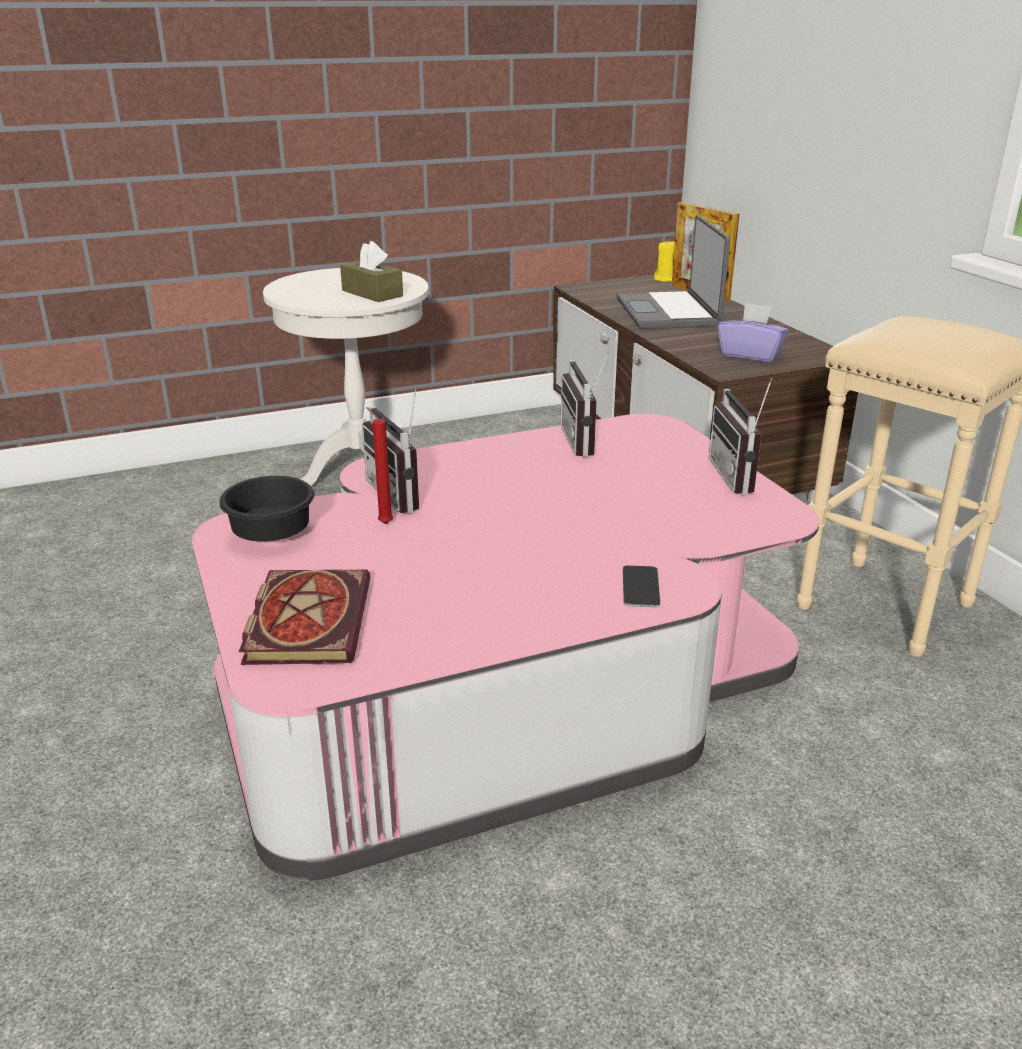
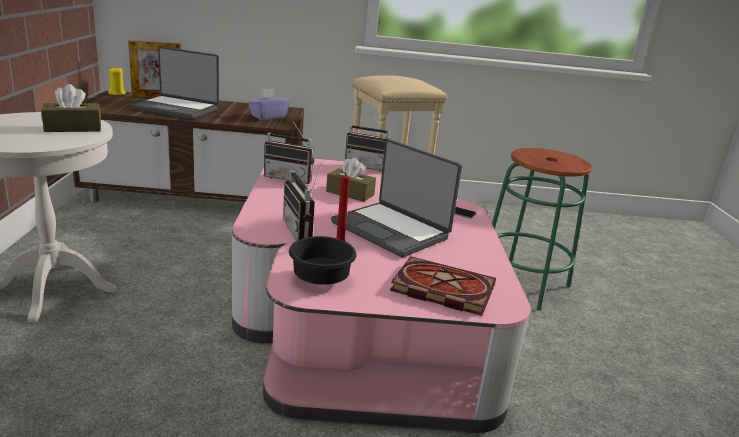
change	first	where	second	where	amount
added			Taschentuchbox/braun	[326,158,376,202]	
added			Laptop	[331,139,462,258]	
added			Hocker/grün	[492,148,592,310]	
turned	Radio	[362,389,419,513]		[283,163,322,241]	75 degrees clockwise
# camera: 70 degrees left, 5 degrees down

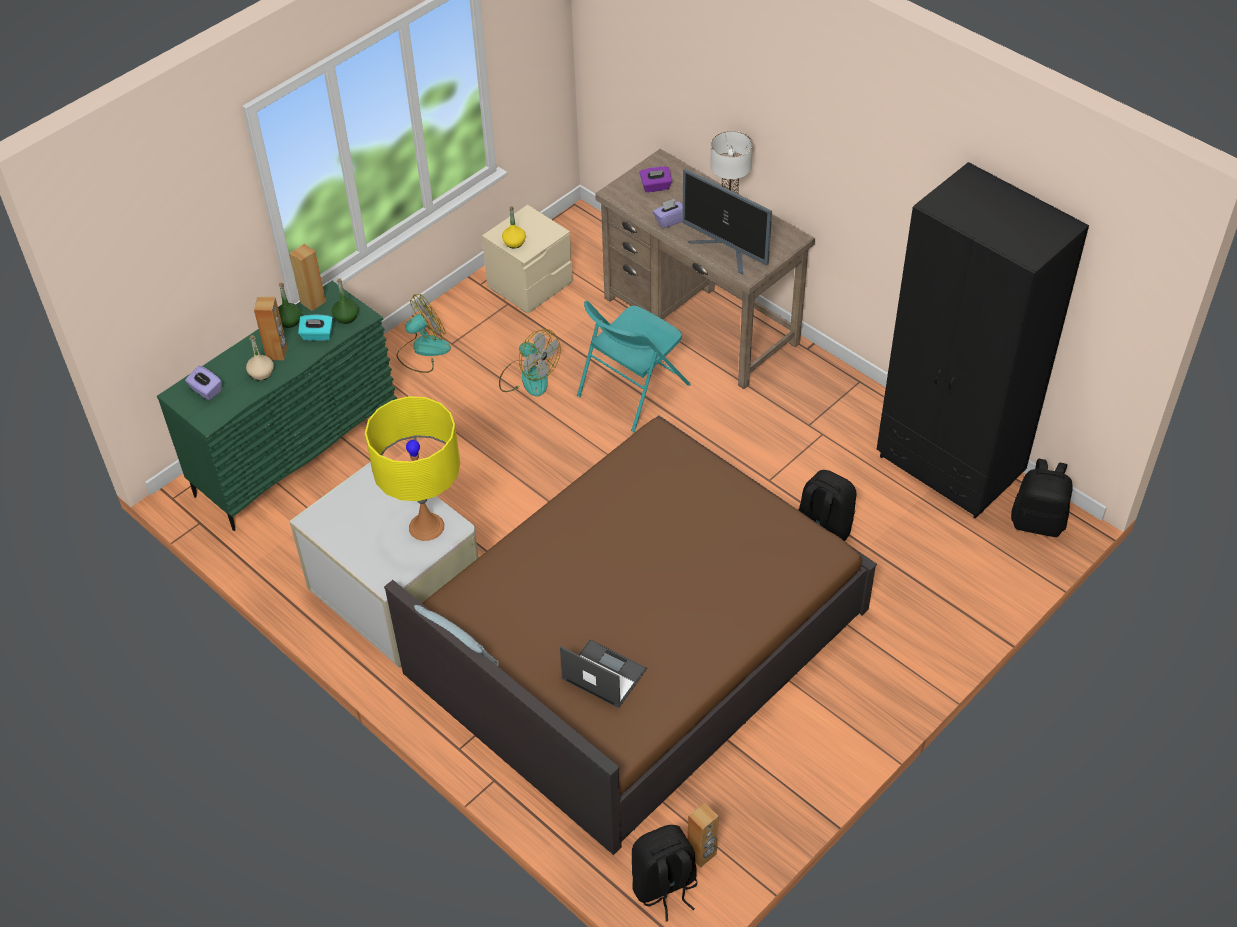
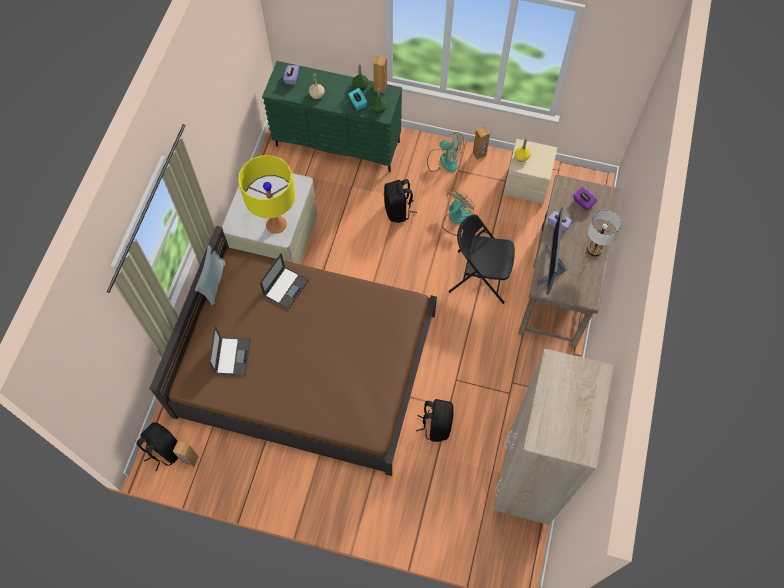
change	first	where	second	where	amount
added			Laptop	[260,253,309,310]	
moved	Lautsprecher/braun	[254,297,287,361]		[473,127,490,160]	
moved	Rucksack/schwarz	[1011,459,1073,537]		[384,179,417,223]	
recoloured	Stuhl/türkis	[577,301,691,433]	Stuhl/schwarz	[449,214,515,304]	
recoloured	Kleiderschrank/schwarz	[877,162,1089,518]	Kleiderschrank/beige	[493,349,614,525]	
turned	Ventilator	[499,329,561,397]		[442,188,475,236]	150 degrees counterclockwise
# camera: 60 degrees right, 15 degrees up

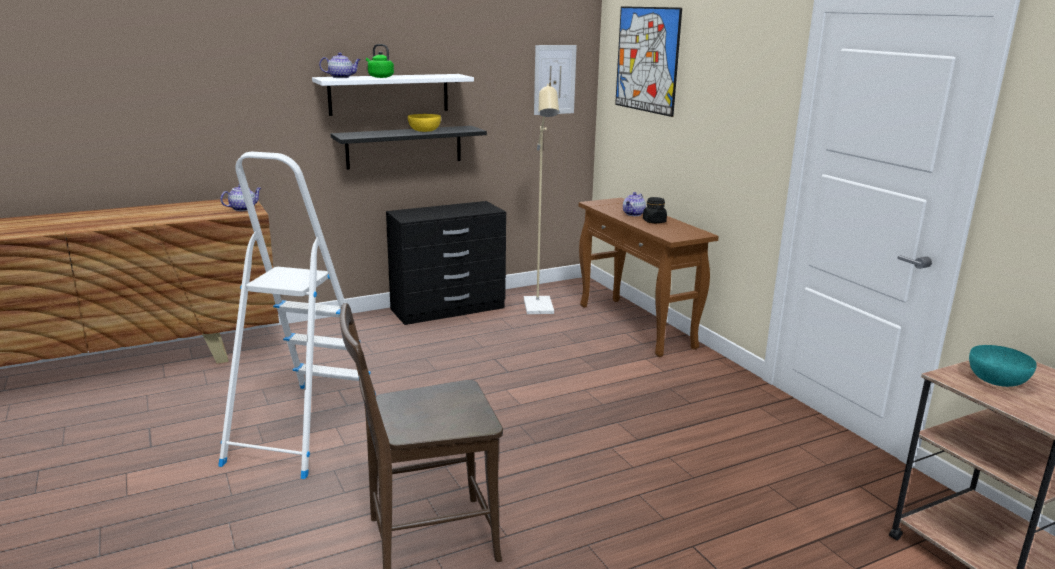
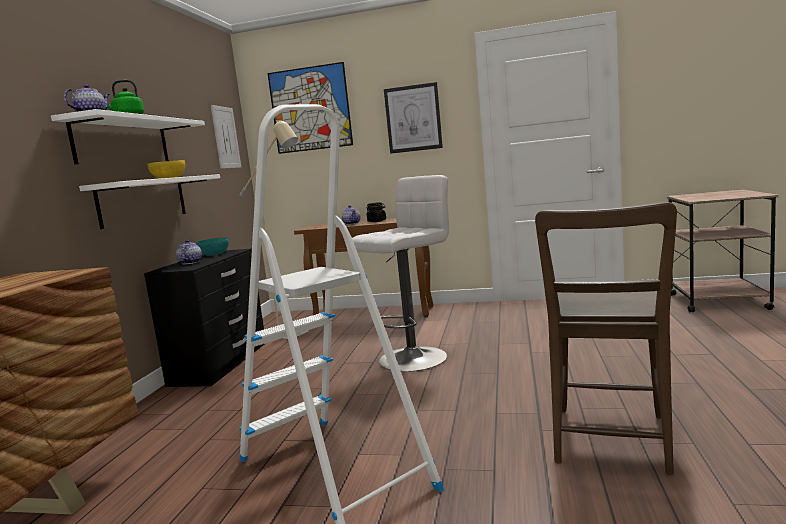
change	first	where	second	where	amount
added			Hocker/weiß	[352,175,449,372]	
added			Bild	[384,82,443,154]	
moved	Teekanne	[220,184,261,211]		[176,240,202,265]	
moved	Schüssel/türkis	[969,345,1037,387]		[196,238,229,255]	
recoloured	Wandregal/schwarz	[331,126,487,169]	Wandregal/weiß	[79,174,220,229]	
# camera: 50 degrees left, 10 degrees down

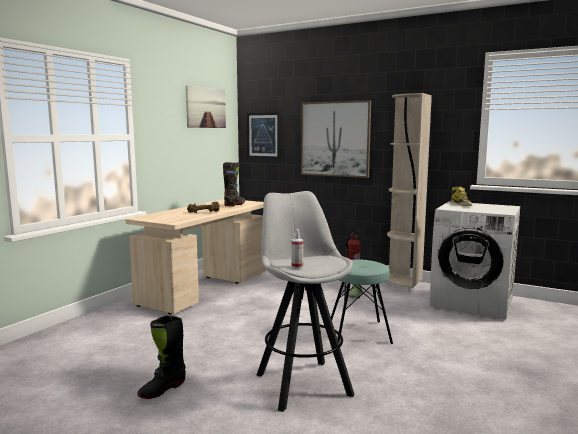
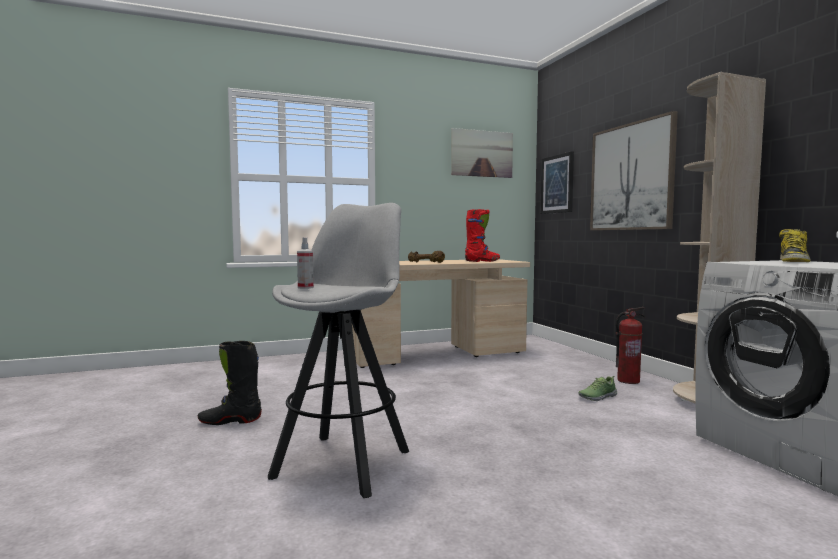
change	first	where	second	where	amount
removed	Hocker/türkis	[331,260,393,344]			
recoloured	Stiefel/schwarz	[223,162,245,207]	Stiefel/rot	[465,209,500,262]	
# camera: 40 degrees right, 5 degrees down

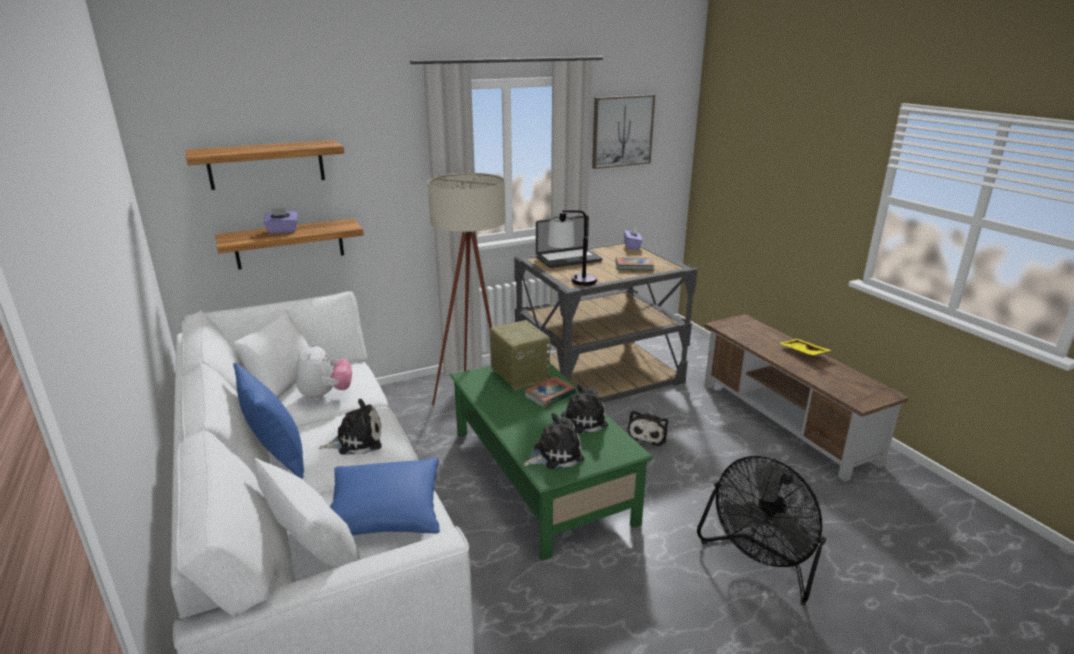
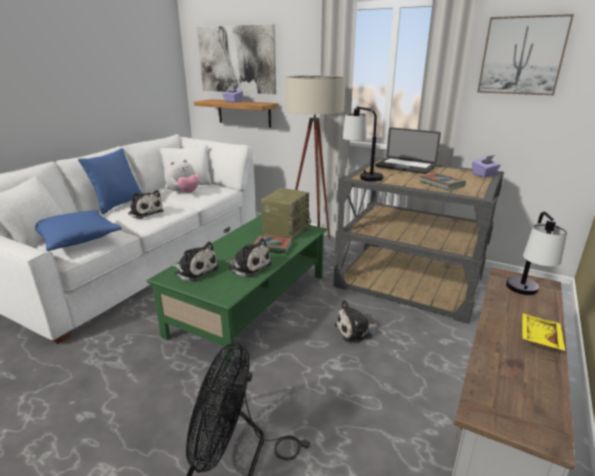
change	first	where	second	where	amount
added			Tischlampe	[506,212,567,295]	
replaced	Wandregal	[186,140,344,190]	Bild	[197,24,276,94]	
# camera: 55 degrees right, 0 degrees up

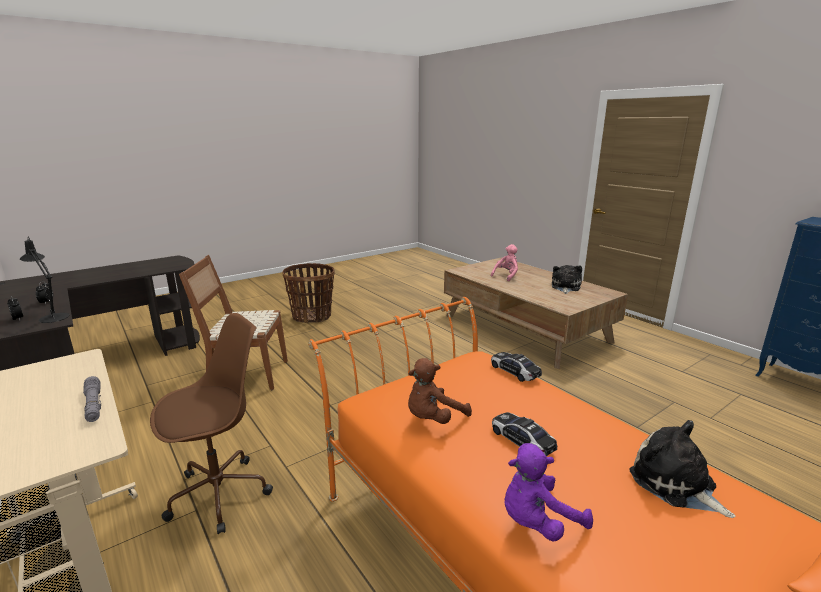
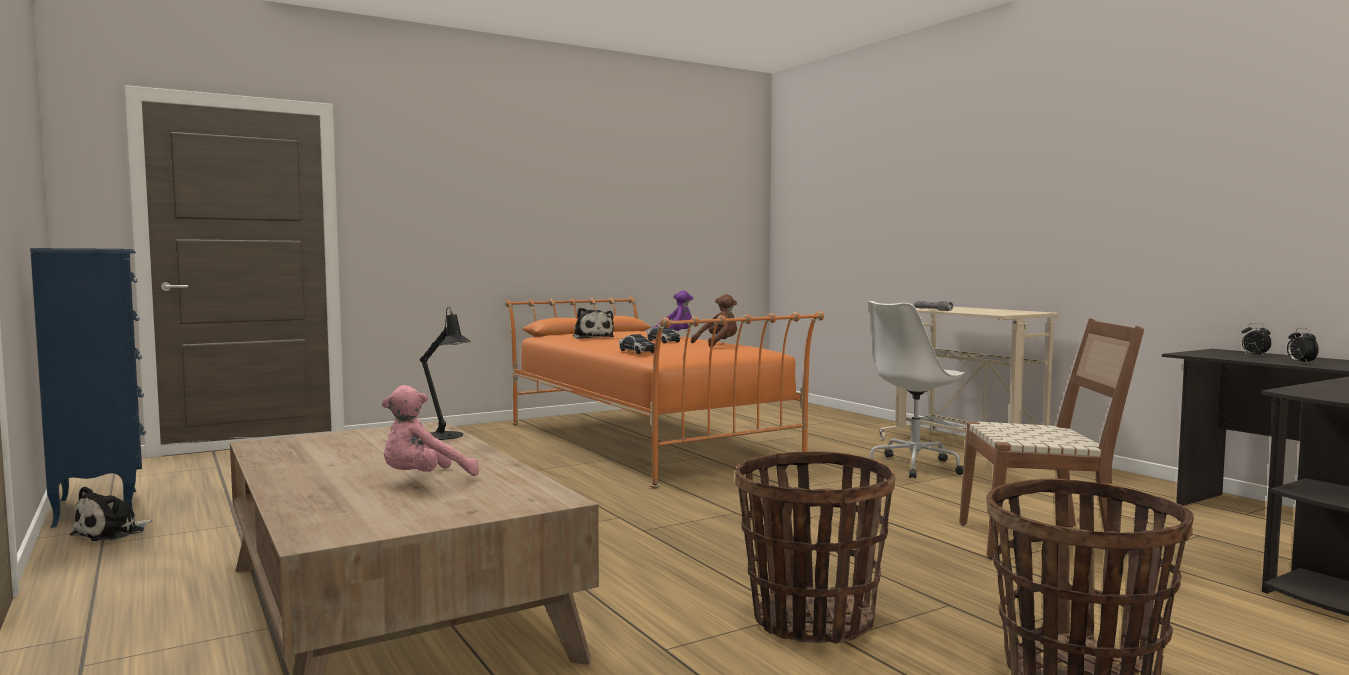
change	first	where	second	where	amount
added			Korb	[735,451,896,644]	
moved	Tischlampe/schwarz	[20,237,69,323]		[420,307,471,440]	
moved	Plüschtier	[552,265,582,294]		[70,486,153,541]	
recoloured	Bürostuhl/braun	[150,313,273,534]	Bürostuhl/weiß	[868,301,966,479]	
# camera: 175 degrees left, 15 degrees down

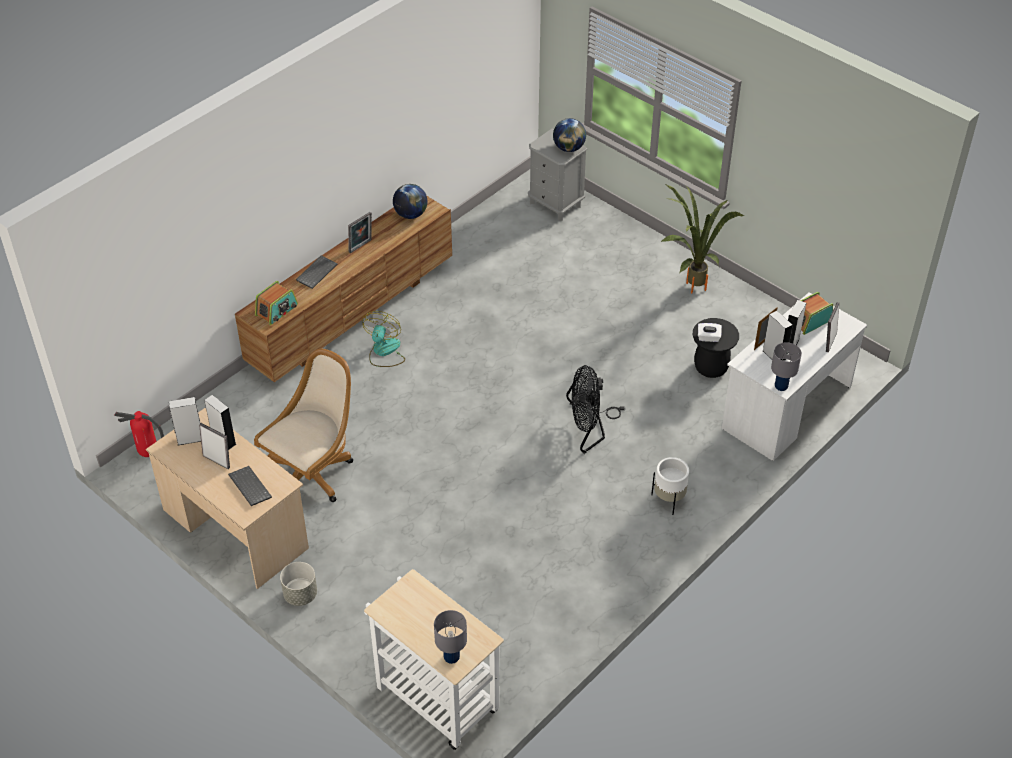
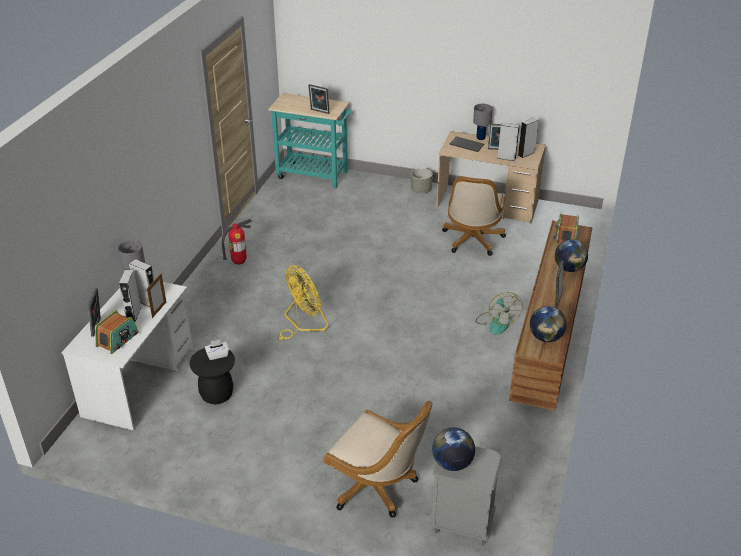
change	first	where	second	where	amount
removed	Pflanzkübel/weiß	[651,457,689,515]			
removed	Topfpflanze	[661,184,744,293]			
added			Bilderrahmen	[308,84,330,114]	
added			Bürostuhl	[324,401,432,518]	
moved	Feuerlöscher	[114,411,164,457]		[222,219,252,265]	
moved	Tischlampe/grau	[434,610,467,664]		[473,104,493,140]	
replaced	Tastatur	[296,255,337,289]	Globus	[555,239,588,272]	
recoloured	Rollwagen/weiß	[364,569,504,750]	Rollwagen/türkis	[268,93,353,188]	
recoloured	Ventilator/schwarz	[566,365,625,454]	Ventilator/gelb	[278,265,328,340]	
# camera: 155 degrees right, 10 degrees down

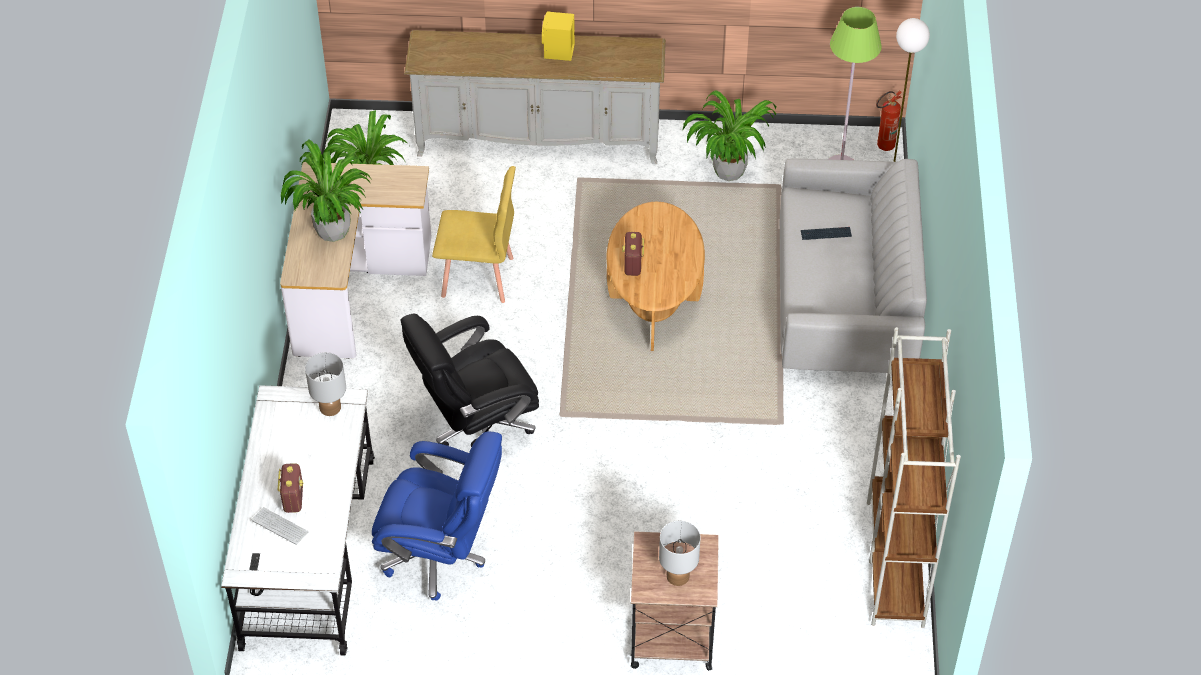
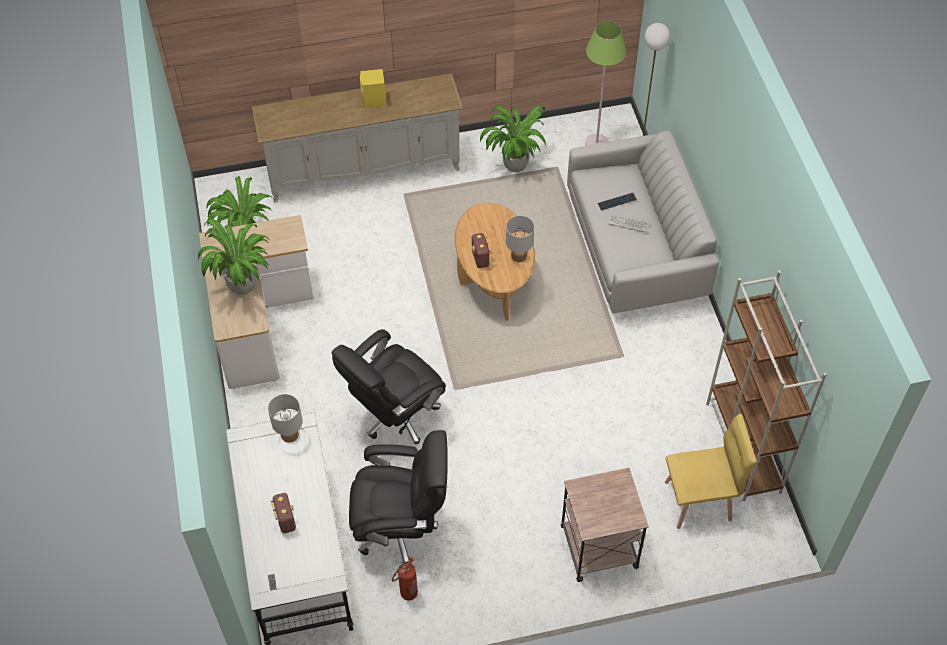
change	first	where	second	where	amount
moved	Tastatur	[251,507,309,545]		[608,214,649,232]	
moved	Stuhl/gelb	[432,166,516,303]		[665,414,757,529]	
moved	Tischlampe/grau	[659,521,700,586]		[506,216,534,262]	
moved	Feuerlöscher	[876,90,902,151]		[392,556,418,600]	
recoloured	Bürostuhl/blau	[372,432,502,600]	Bürostuhl/schwarz	[349,430,448,562]	
# camera: 15 degrees left, 5 degrees up

